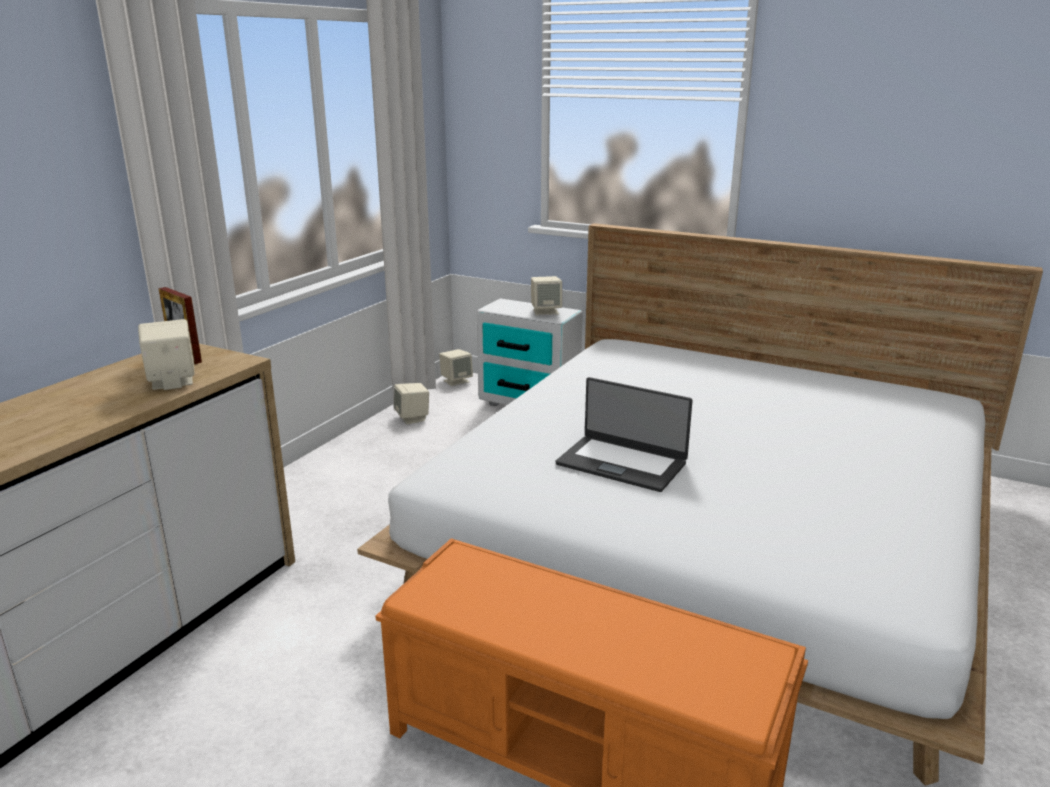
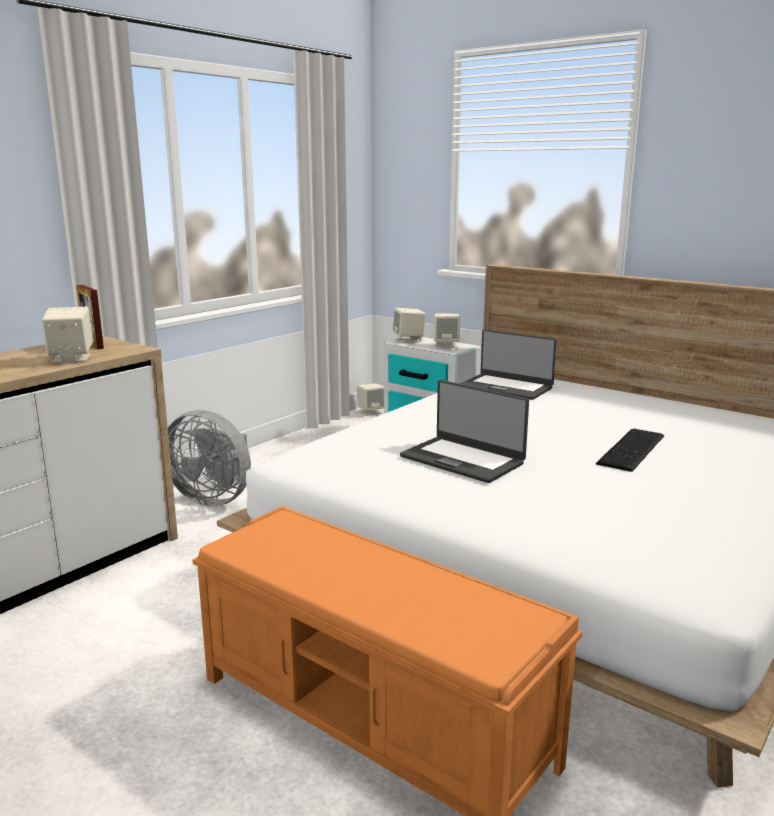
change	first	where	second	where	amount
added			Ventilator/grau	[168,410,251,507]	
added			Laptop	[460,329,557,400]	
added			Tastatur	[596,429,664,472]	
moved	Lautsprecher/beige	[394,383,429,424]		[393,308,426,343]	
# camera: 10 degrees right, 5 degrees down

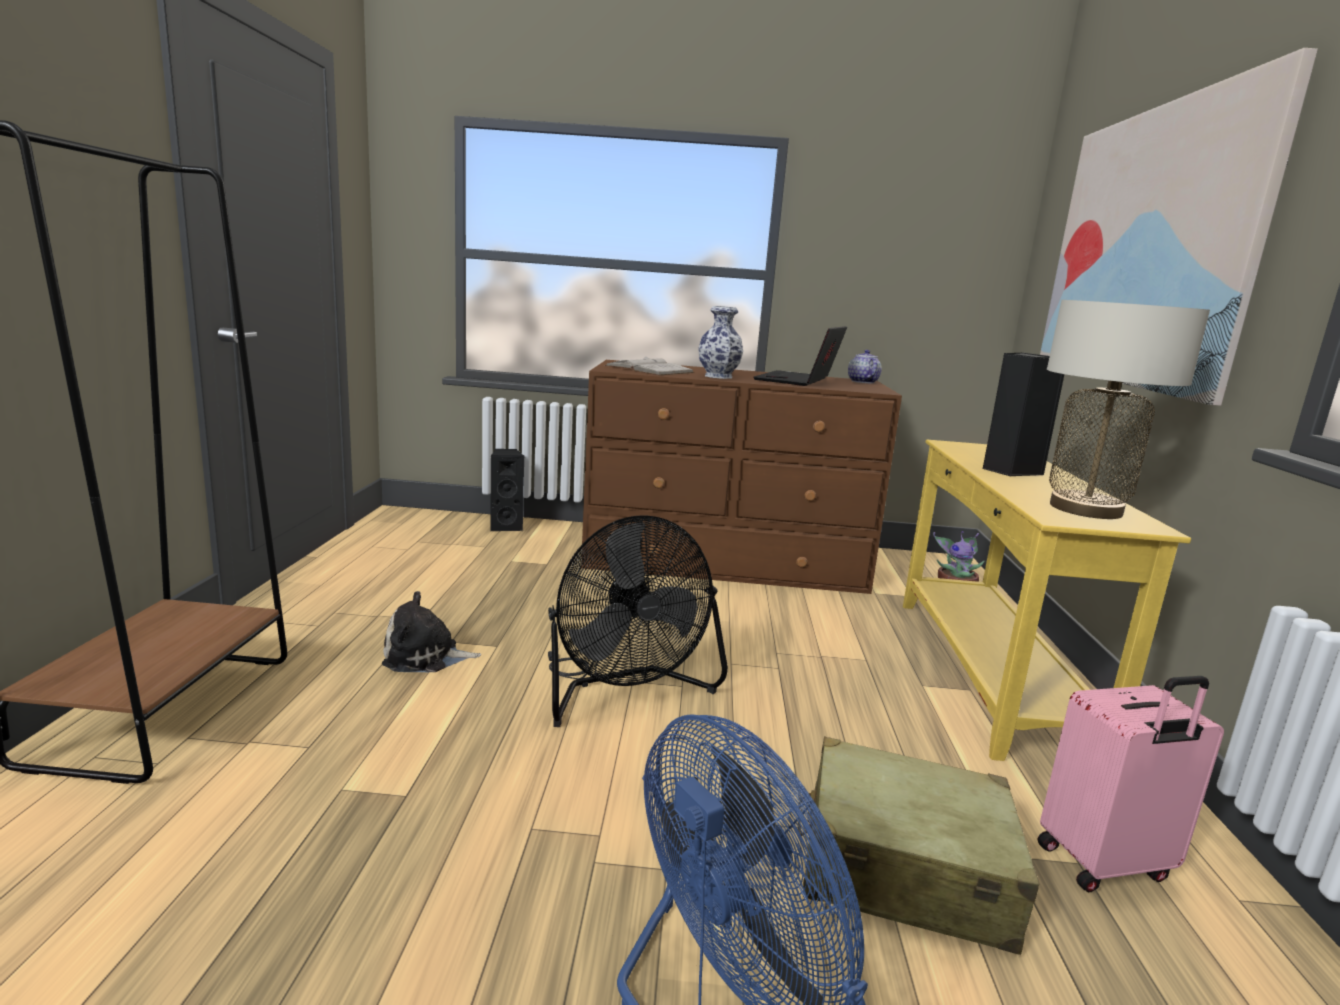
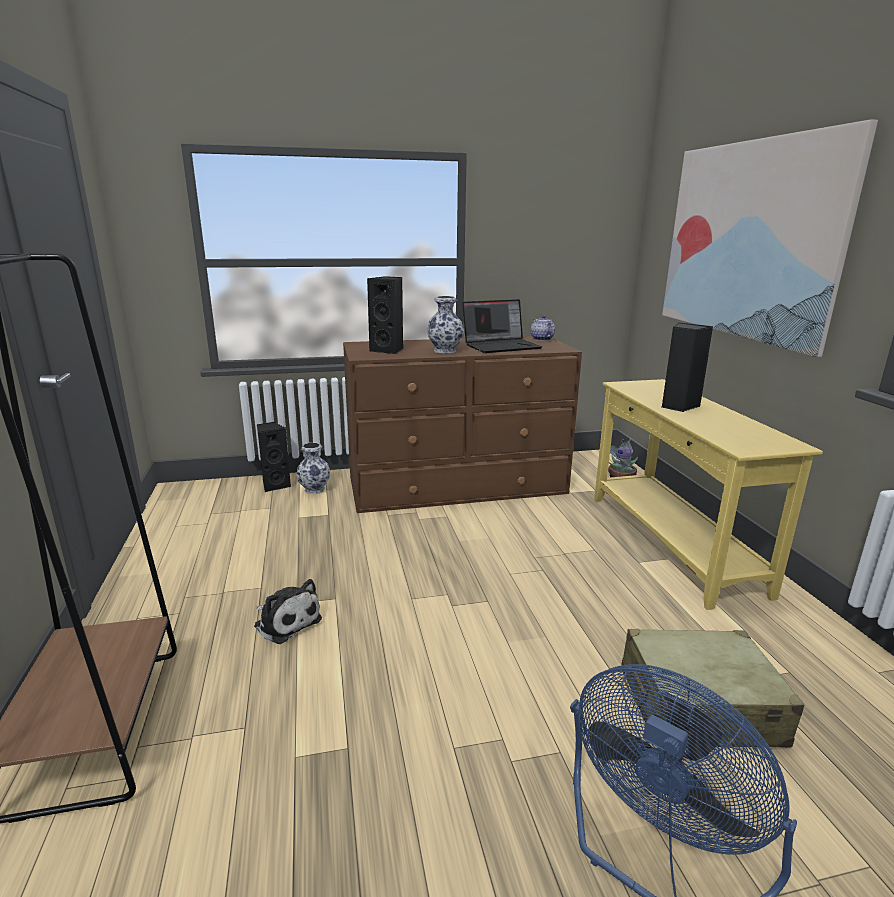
change	first	where	second	where	amount
removed	Ventilator/schwarz	[548,515,728,727]			
removed	Koffer/rosa	[1038,676,1224,892]			
removed	Tischlampe	[1047,300,1210,519]			
added			Vase	[296,443,330,494]	
replaced	Buch/weiß	[605,357,694,375]	Lautsprecher/schwarz	[367,276,403,354]	
turned	Plüschtier	[382,591,481,672]		[254,579,322,644]	120 degrees counterclockwise
turned	Laptop	[753,326,847,386]		[462,299,542,353]	120 degrees counterclockwise
# camera: 15 degrees left, 5 degrees up

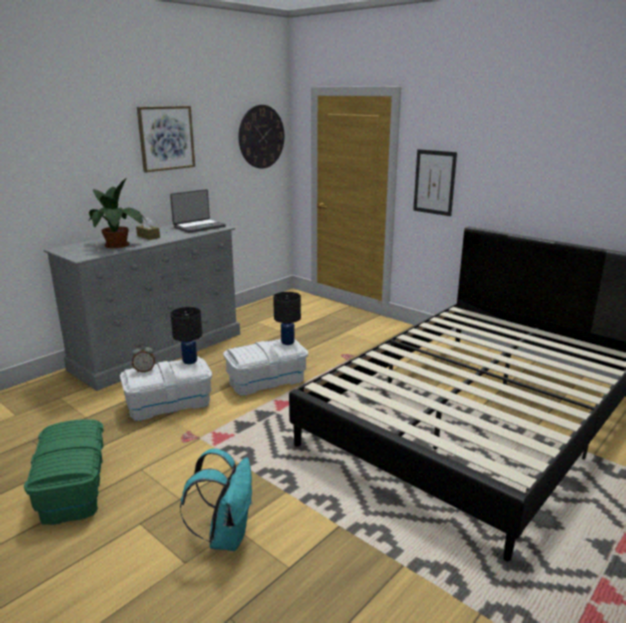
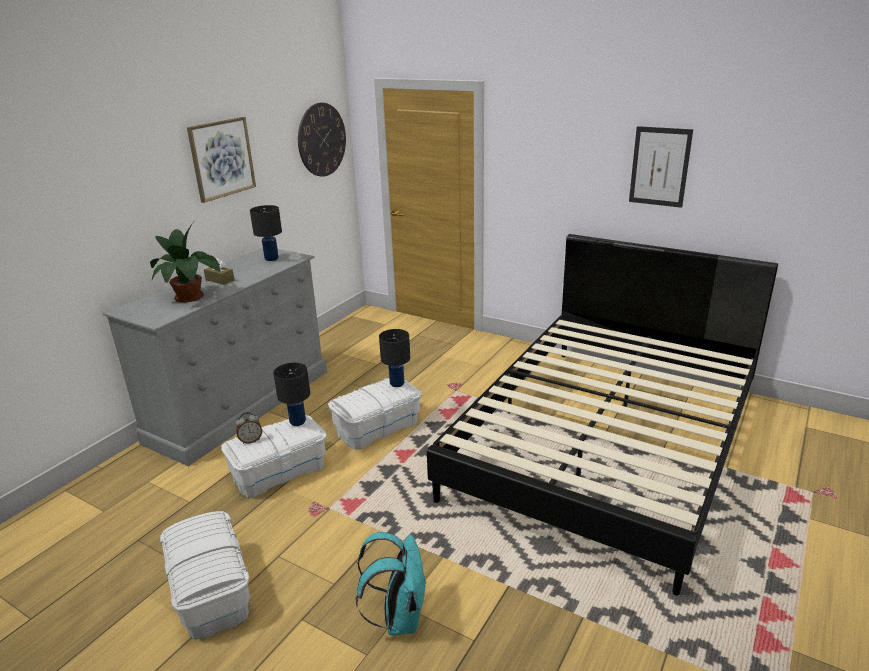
change	first	where	second	where	amount
moved	Bild	[413,149,457,216]		[629,126,693,208]	
replaced	Laptop	[170,189,226,233]	Tischlampe/schwarz	[250,205,282,261]	
recoloured	Aufbewahrungsbox/grün	[24,419,104,525]	Aufbewahrungsbox/weiß	[160,511,250,639]	
# camera: 10 degrees left, 5 degrees up

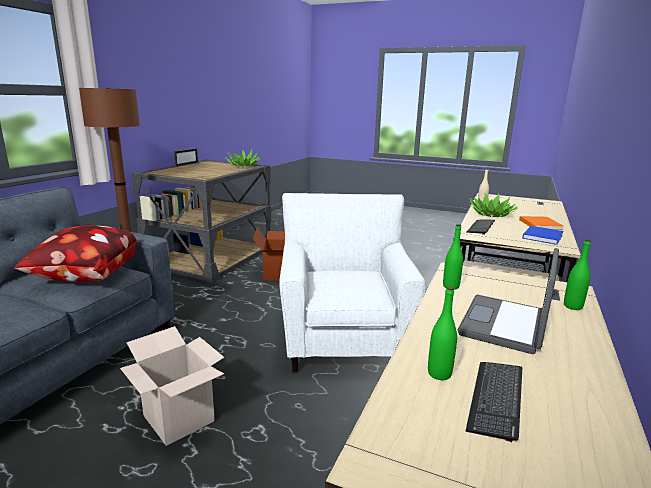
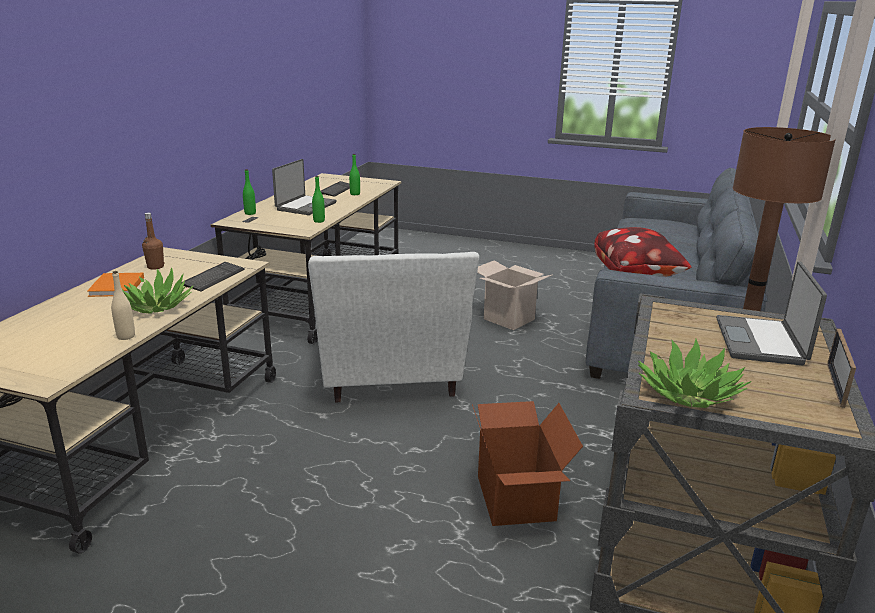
change	first	where	second	where	amount
added			Laptop	[716,261,827,365]	
replaced	Buch/blau	[522,226,563,245]	Flasche/braun	[142,213,164,270]	
# camera: 175 degrees right, 5 degrees up

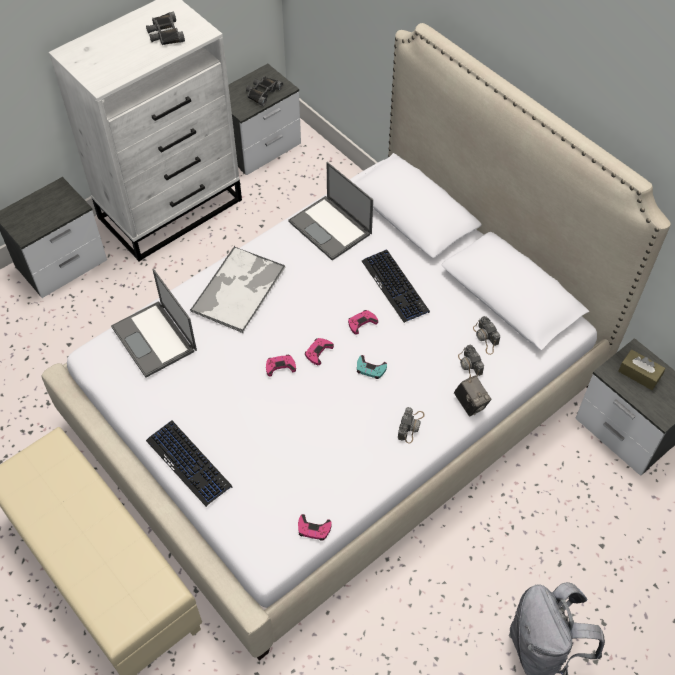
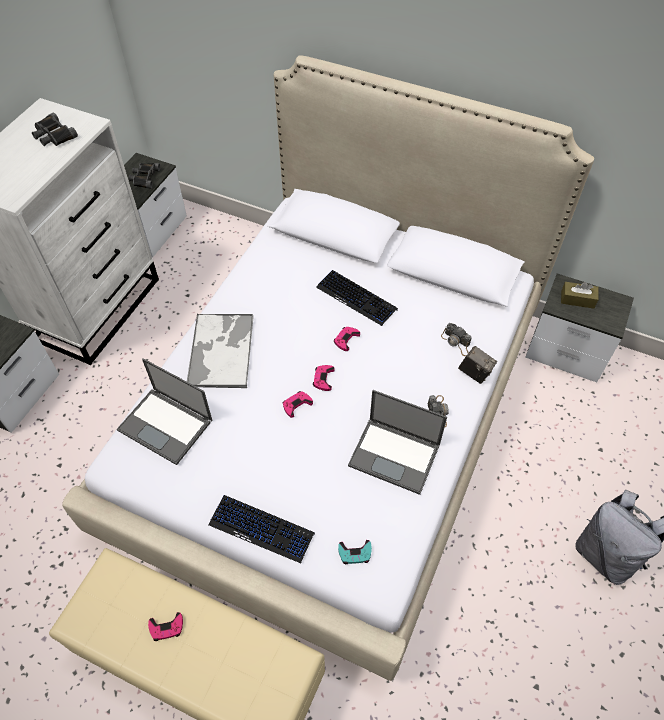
change	first	where	second	where	amount
removed	Kamera	[473,316,500,355]			
moved	Laptop	[288,162,373,261]		[348,390,447,495]	
moved	Gamepad/rosa	[298,514,332,541]		[148,612,183,641]	
moved	Gamepad/türkis	[357,355,387,379]		[338,540,372,564]	
# camera: 25 degrees left, 0 degrees up

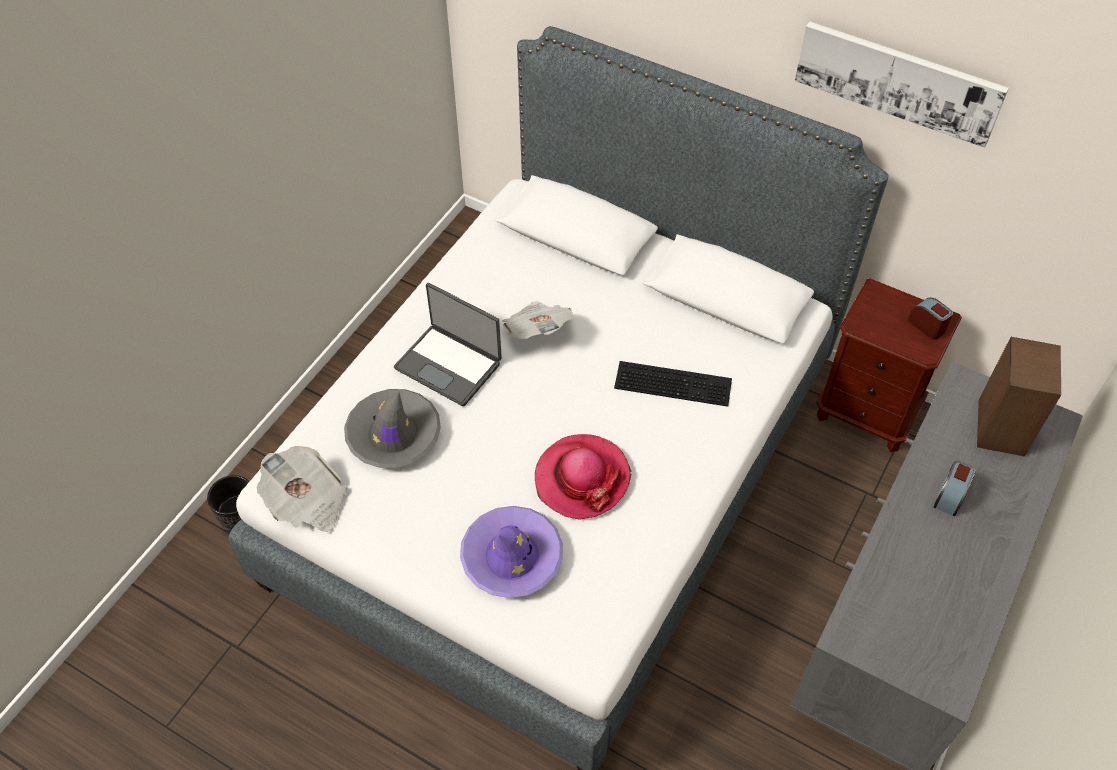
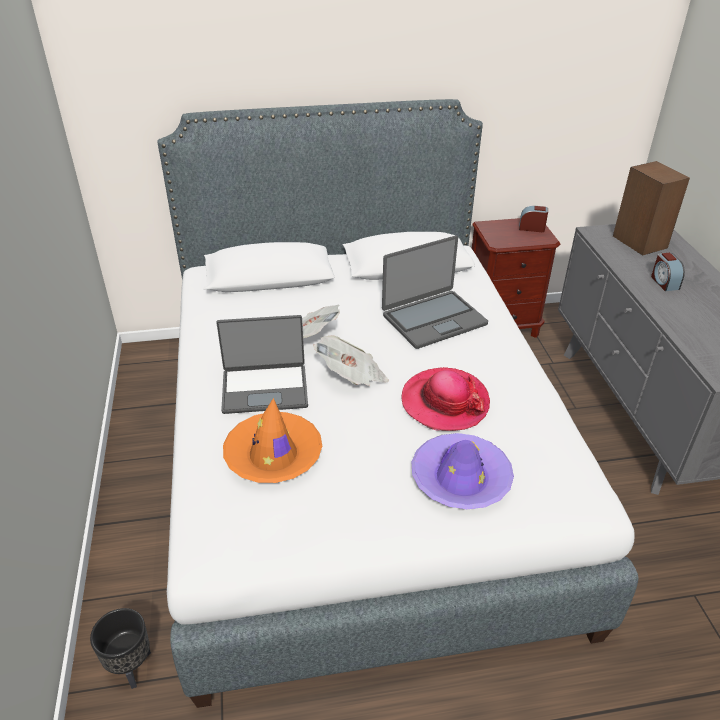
change	first	where	second	where	amount
removed	Bild	[795,21,1009,148]			
moved	Zeitung	[257,446,347,532]		[313,335,389,386]	
replaced	Tastatur	[614,361,732,407]	Laptop	[382,236,488,349]	
recoloured	Hut/grau	[344,389,441,468]	Hut/orange	[223,398,322,483]	
# camera: 40 degrees left, 15 degrees down

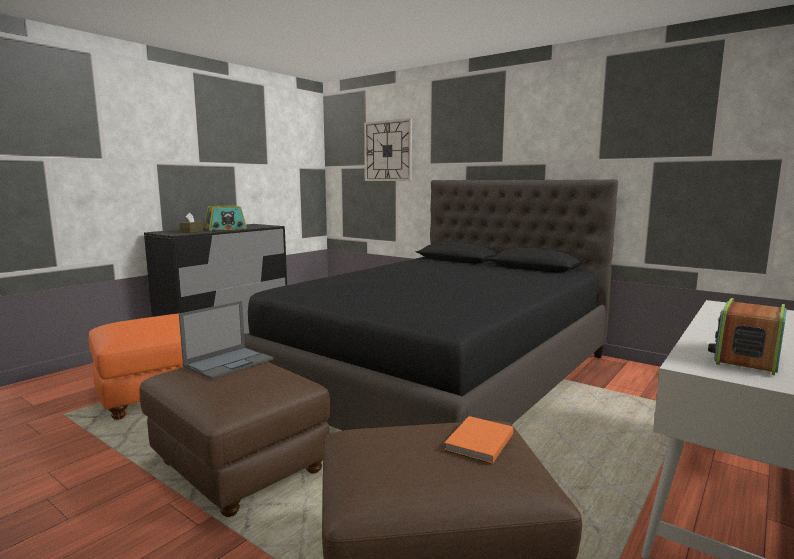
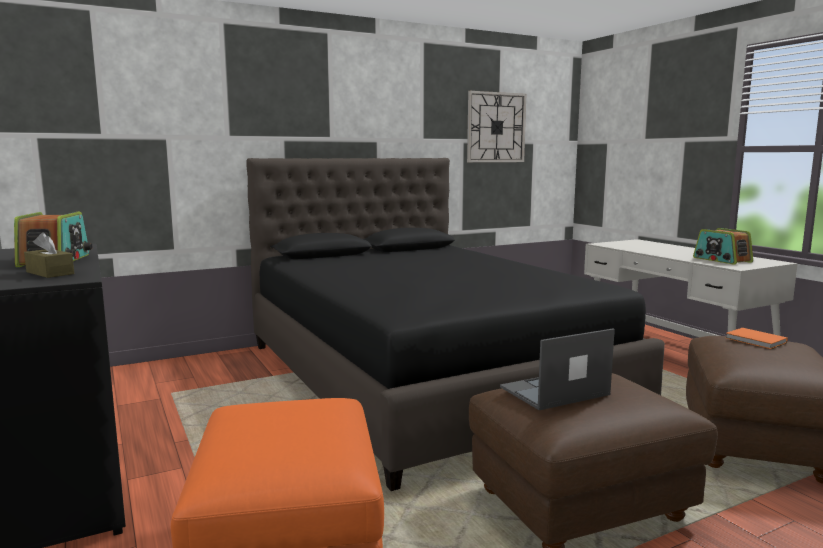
change	first	where	second	where	amount
moved	Wanduhr	[364,118,412,181]		[467,91,526,162]	
turned	Laptop	[179,301,274,379]		[500,329,615,410]	90 degrees counterclockwise
# camera: 65 degrees left, 0 degrees up

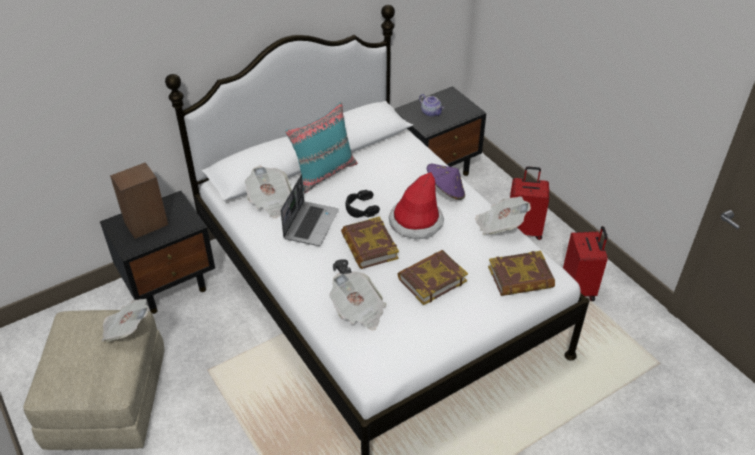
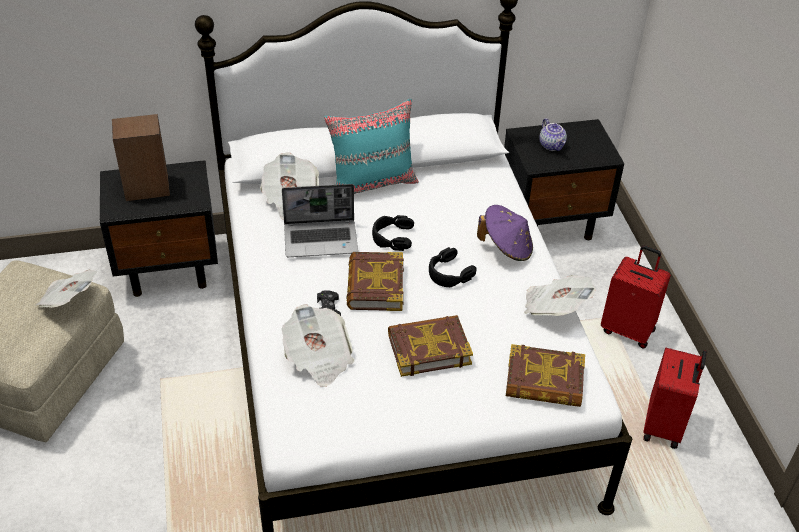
change	first	where	second	where	amount
replaced	Hut	[389,172,444,240]	Kopfhörer/schwarz	[429,247,477,287]	
turned	Laptop	[281,175,339,246]		[282,184,358,257]	45 degrees clockwise
# camera: 20 degrees right, 0 degrees up

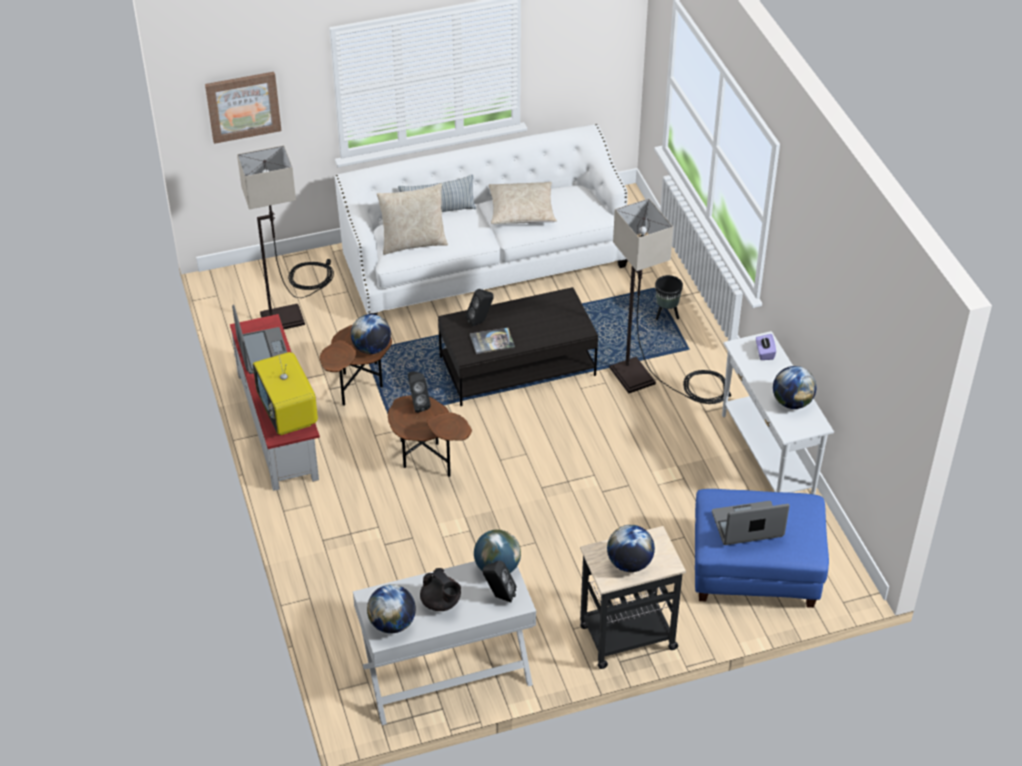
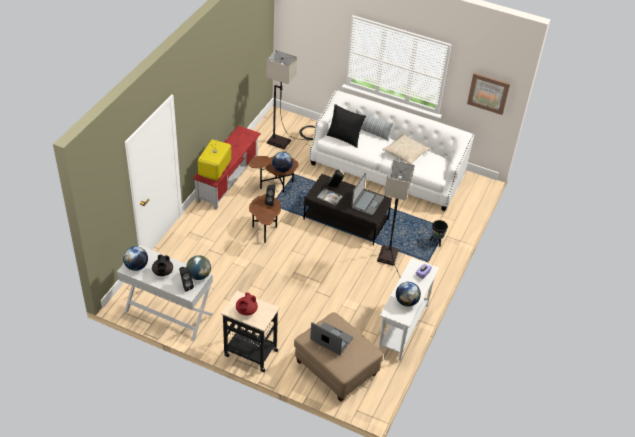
change	first	where	second	where	amount
moved	Bild	[205,72,281,144]		[467,73,510,115]	
moved	Laptop	[232,304,287,374]		[351,173,384,216]	
replaced	Globus	[607,525,655,572]	Teekanne/rot	[236,292,258,315]	
recoloured	Kissen/beige	[377,183,448,255]	Kissen/schwarz	[327,104,366,148]	
recoloured	Polsterhocker/blau	[695,489,829,608]	Polsterhocker/beige	[294,312,383,402]	
# camera: 40 degrees right, 0 degrees up

